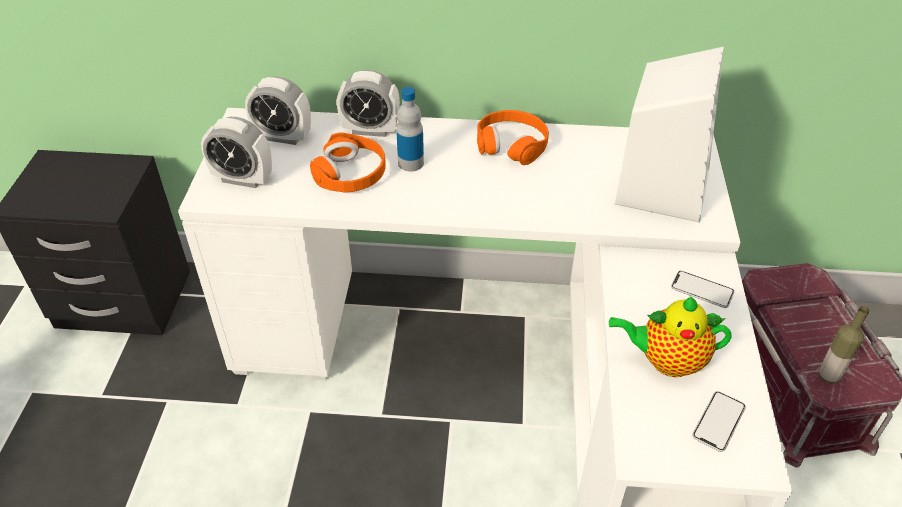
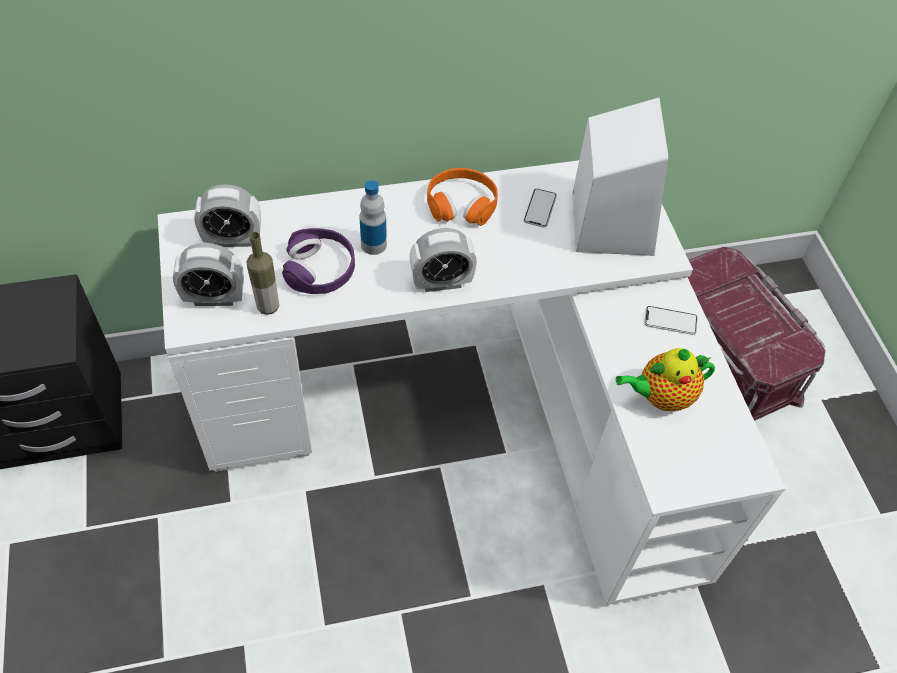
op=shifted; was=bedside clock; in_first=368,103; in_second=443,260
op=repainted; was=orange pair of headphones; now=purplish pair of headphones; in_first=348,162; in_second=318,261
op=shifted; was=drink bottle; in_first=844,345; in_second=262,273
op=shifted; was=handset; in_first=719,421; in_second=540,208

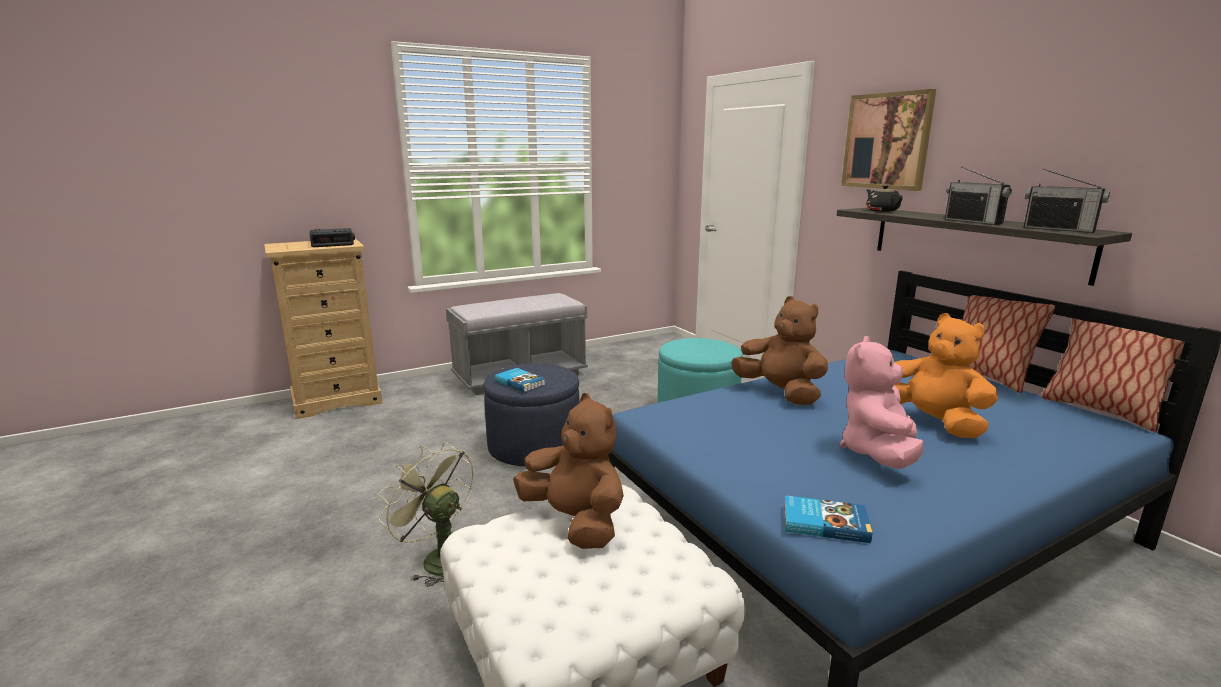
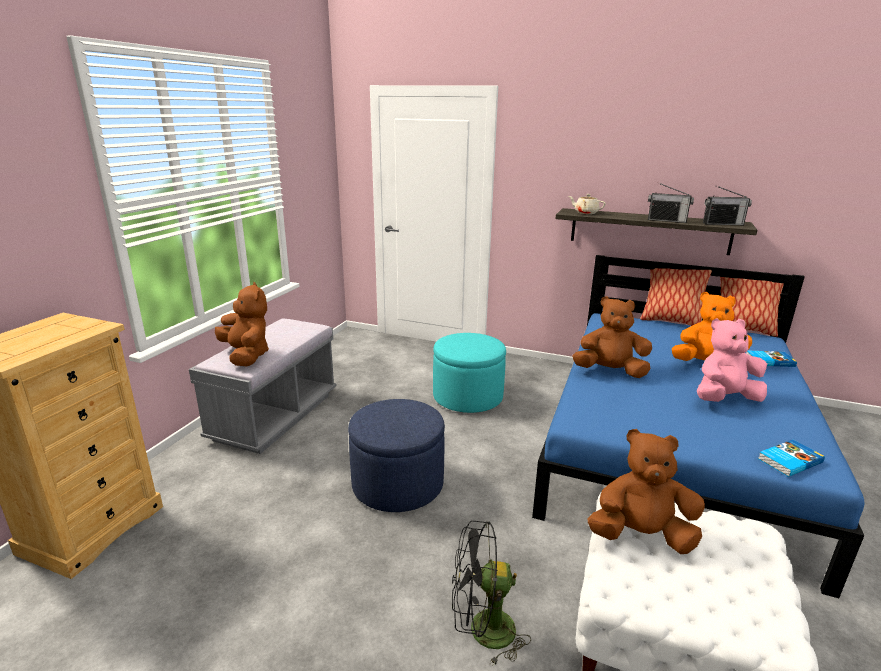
op=gone; was=wall picture; in_first=888,140
op=repainted; was=black-coloured tea pot; now=sand-coloured tea pot; in_first=884,198; in_second=587,204
op=gone; was=bedside clock; in_first=332,237
op=rotated; was=pink-coloured cuddly toy; in_first=882,402; in_second=732,360; clockwise=90
op=shifted; was=bound book; in_first=520,380; in_second=771,359
op=repainted; was=greenish electric fan; now=black-coloured electric fan; in_first=425,515; in_second=491,593
op=new; now=brownish cuddly toy; in_second=242,324

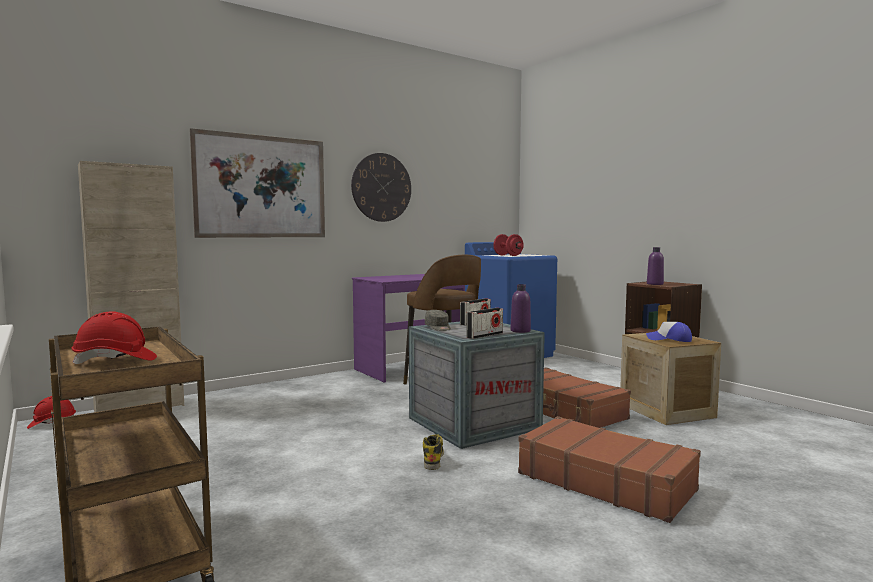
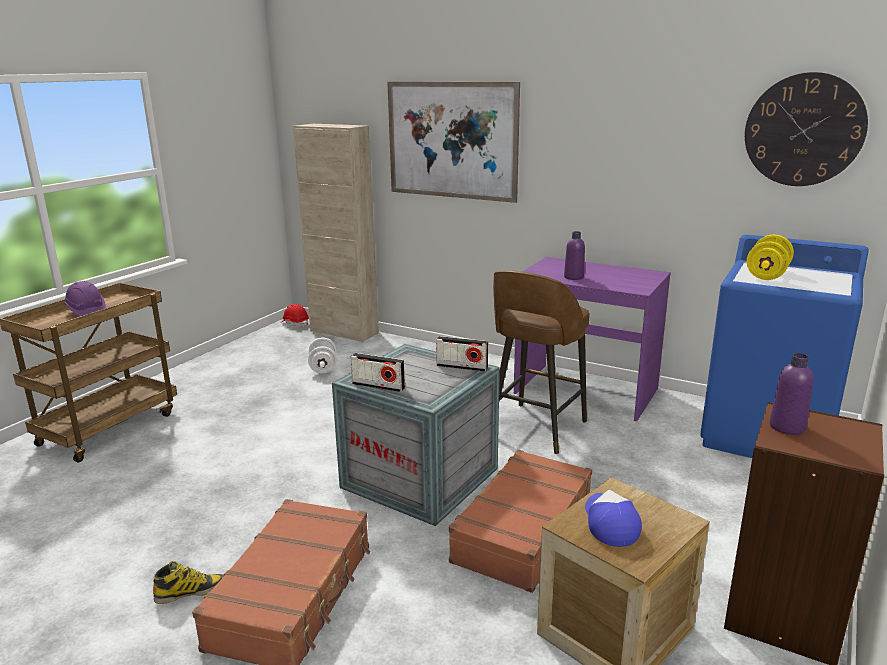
op=shifted; was=wall clock; in_first=381,187; in_second=806,129
op=repainted; was=red dumbbell; now=yellow-coloured dumbbell; in_first=508,245; in_second=770,257
op=shifted; was=purplish drink bottle; in_first=520,308; in_second=574,255
op=gone; was=grey peaked cap; in_first=438,320
op=repainted; was=red hard hat; now=purplish hard hat; in_first=114,337; in_second=85,298
op=shifted; was=boot; in_first=433,452; in_second=188,582
op=new; now=white dumbbell; in_second=322,355

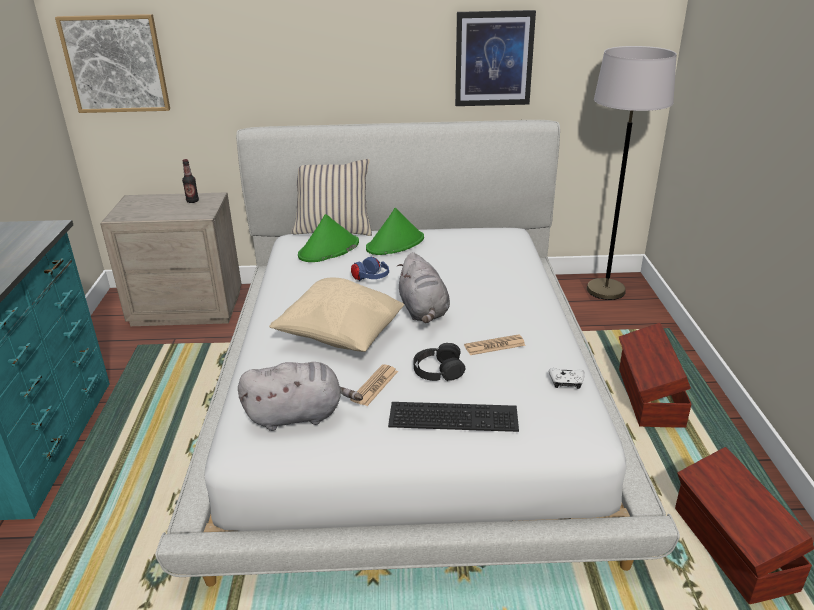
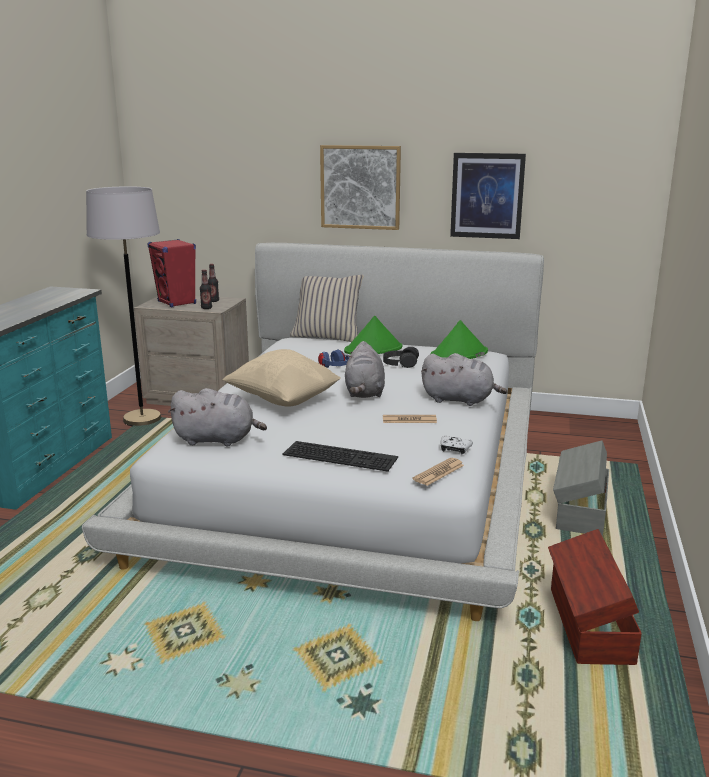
op=shifted; was=wall picture; in_first=112,63; in_second=360,187
op=shifted; was=grey standing lamp; in_first=632,173; in_second=123,306
op=shifted; was=greenish clothing hat; in_first=328,238; in_second=459,339
op=repainted; was=brownish storage container; now=grey storage container; in_first=655,375; in_second=581,488
op=shifted; was=black-coloured pair of headphones; in_first=439,362; in_second=401,357
op=shifted; was=daily paper; in_first=374,385; in_second=438,472
op=new; now=red loudspeaker; in_second=171,273
op=new; now=drink bottle; in_second=206,289
op=new; now=grey cuddly toy; in_second=464,379

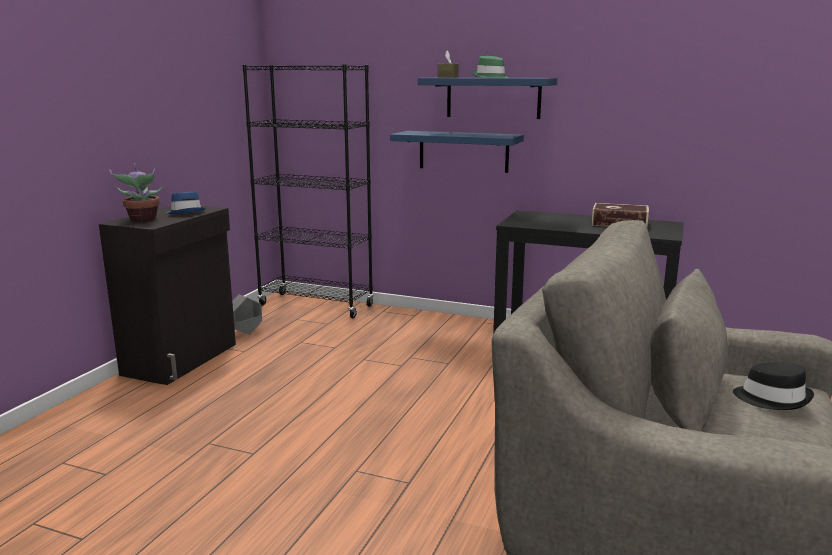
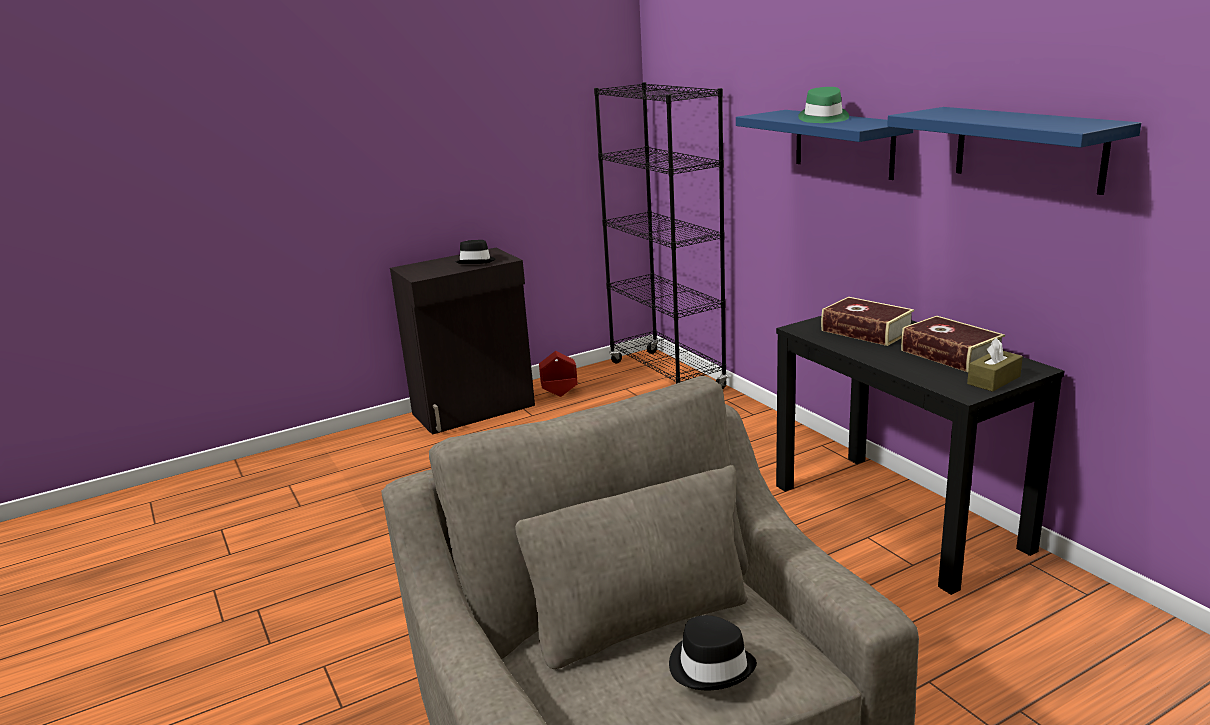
op=shifted; was=brownish box of tissues; in_first=448,64; in_second=995,365
op=shifted; was=blue wall shelf; in_first=457,152; in_second=1014,151
op=gone; was=potted plant; in_first=136,192
op=repainted; was=blue clothing hat; now=black-coloured clothing hat; in_first=186,203; in_second=475,252
op=repainted; was=grey plant pot; now=red plant pot; in_first=247,314; in_second=558,374
op=new; now=bound book; in_second=867,321

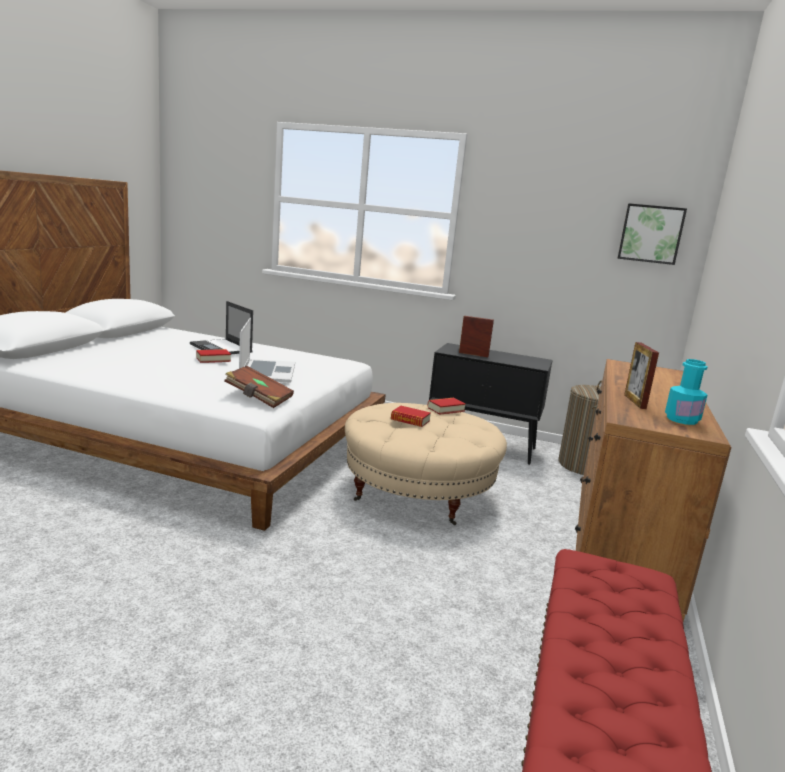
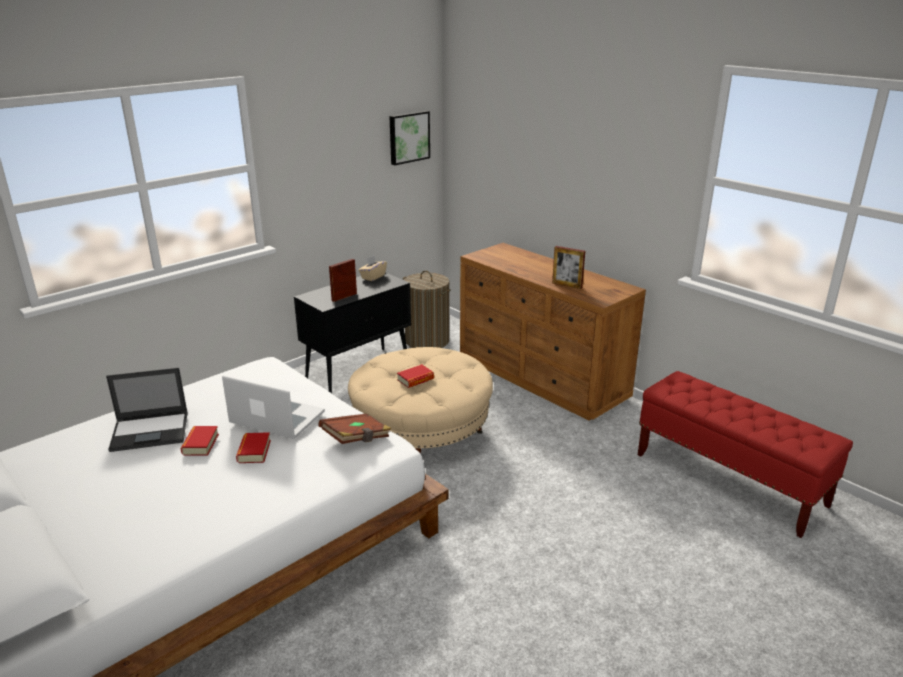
op=gone; was=turquoise-coloured drink bottle; in_first=686,392
op=shifted; was=bound book; in_first=446,406; in_second=253,447
op=new; now=sand-coloured box of tissues; in_second=373,268

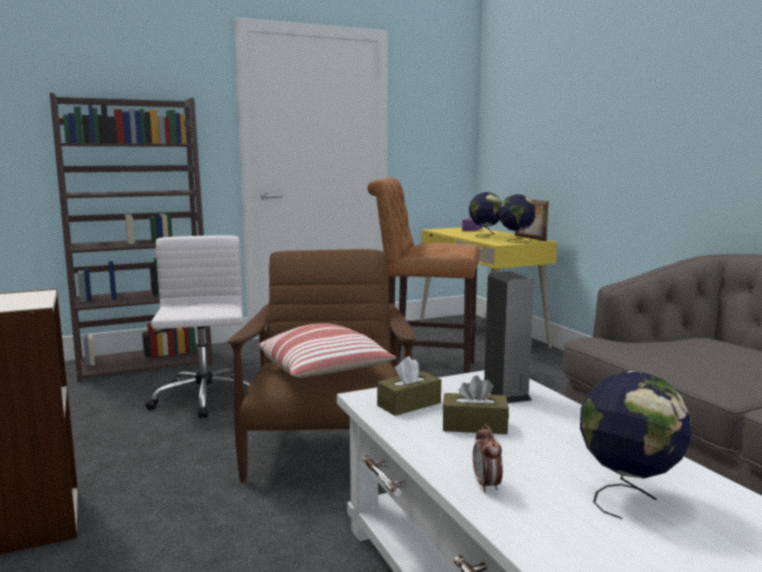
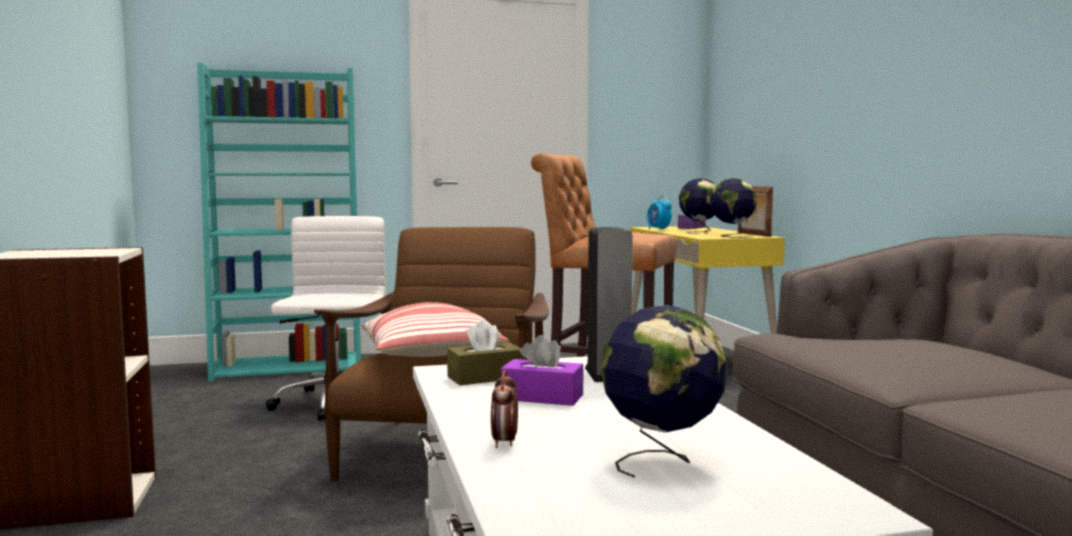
op=repainted; was=brownish bookcase; now=turquoise-coloured bookcase; in_first=131,237; in_second=279,222
op=repainted; was=brownish box of tissues; now=purplish box of tissues; in_first=475,404; in_second=542,370
op=new; now=bedside clock; in_second=659,213

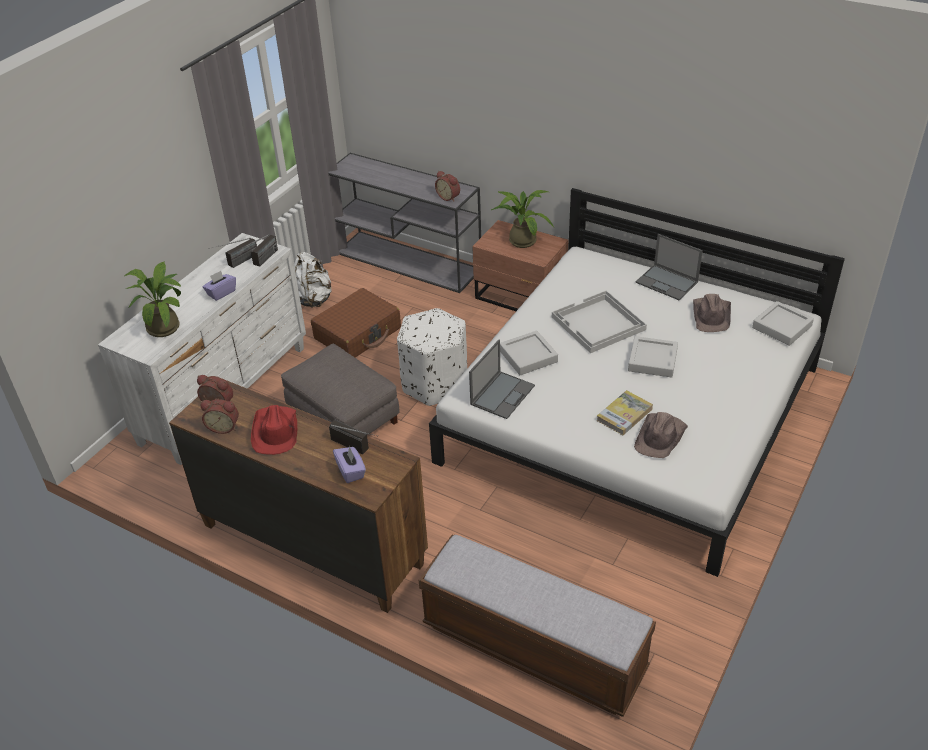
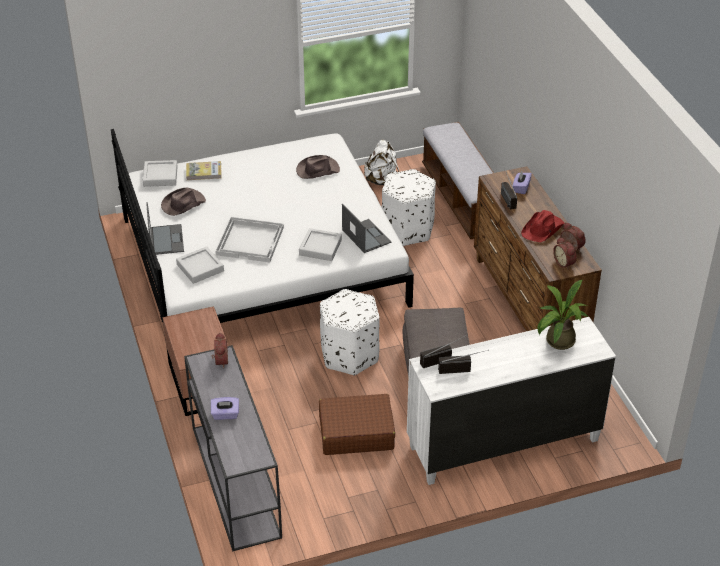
op=gone; was=potted plant; in_first=522,219
op=shifted; was=white knapsack; in_first=312,280; in_second=381,162
op=shifted; was=purplish box of tissues; in_first=219,286; in_second=225,408
op=shifted; was=grey carrying tray; in_first=653,357; in_second=200,265
op=rotated; was=laptop; in_first=502,379; in_second=366,228; clockwise=75
op=shifted; was=bound book; in_first=624,412; in_second=204,170
op=new; now=white ottoman; in_second=409,207

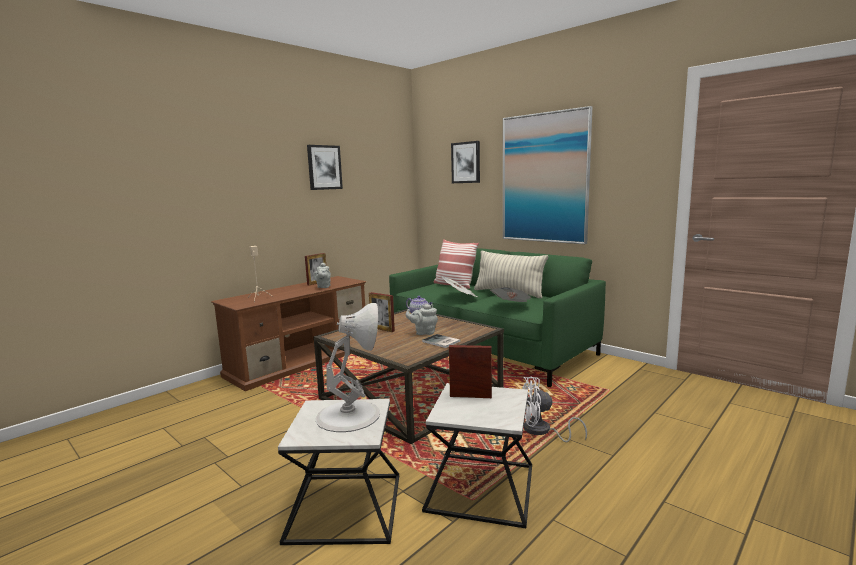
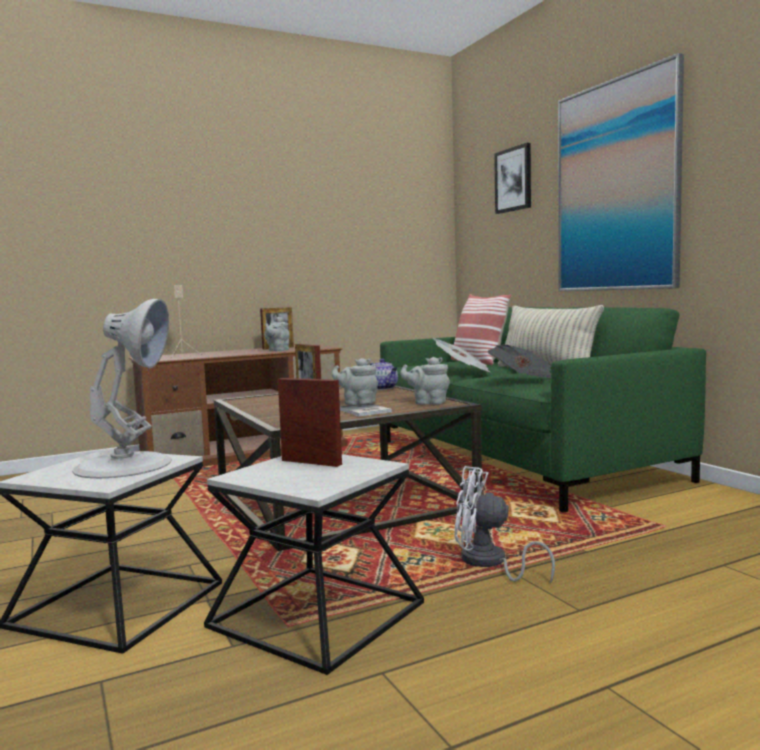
op=gone; was=wall picture; in_first=325,167
op=new; now=grey tea pot; in_second=425,381

